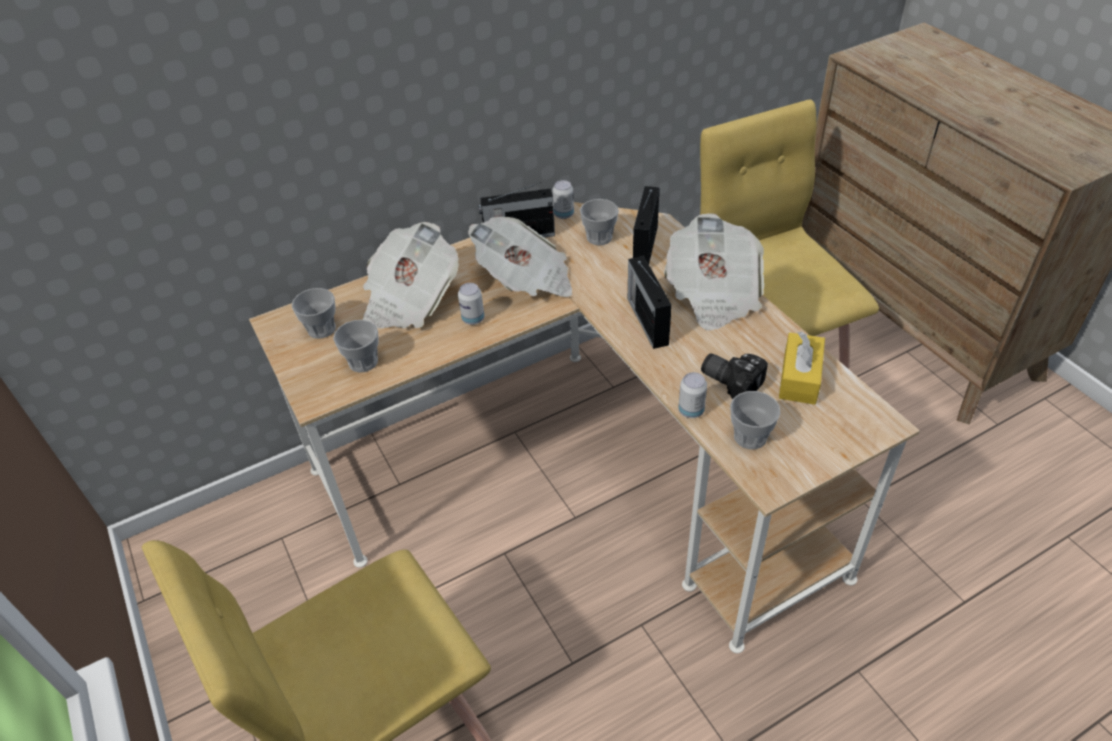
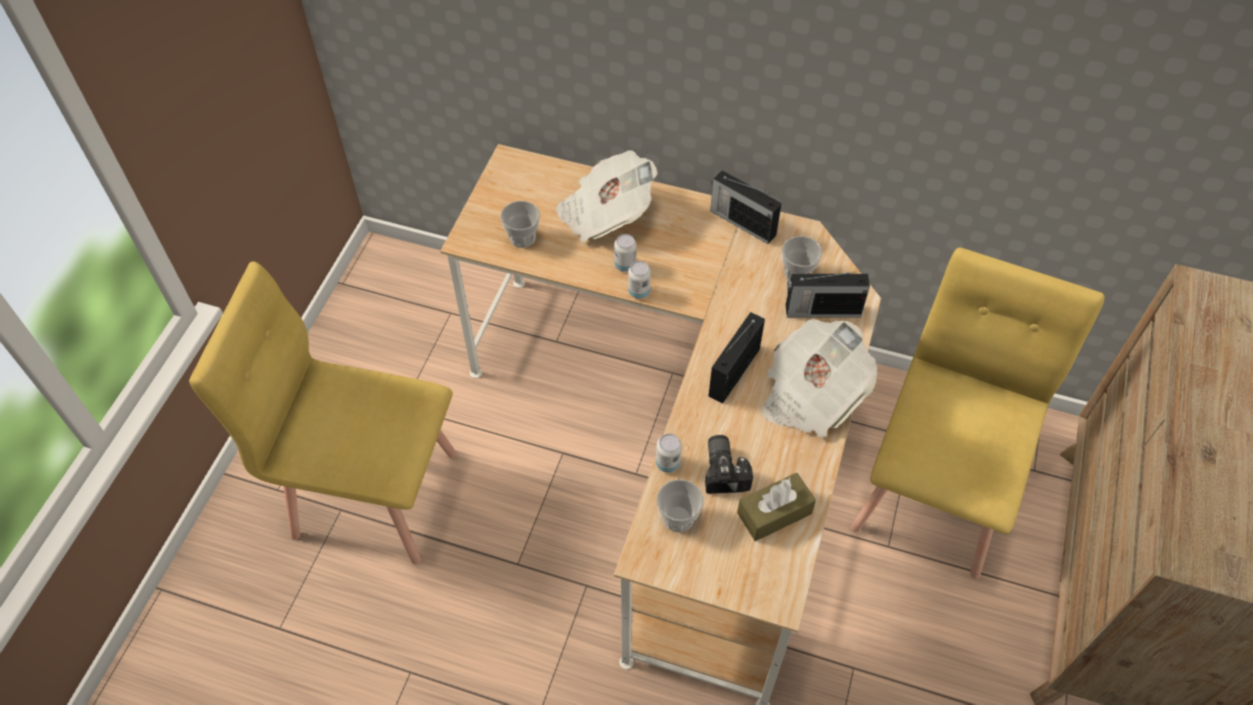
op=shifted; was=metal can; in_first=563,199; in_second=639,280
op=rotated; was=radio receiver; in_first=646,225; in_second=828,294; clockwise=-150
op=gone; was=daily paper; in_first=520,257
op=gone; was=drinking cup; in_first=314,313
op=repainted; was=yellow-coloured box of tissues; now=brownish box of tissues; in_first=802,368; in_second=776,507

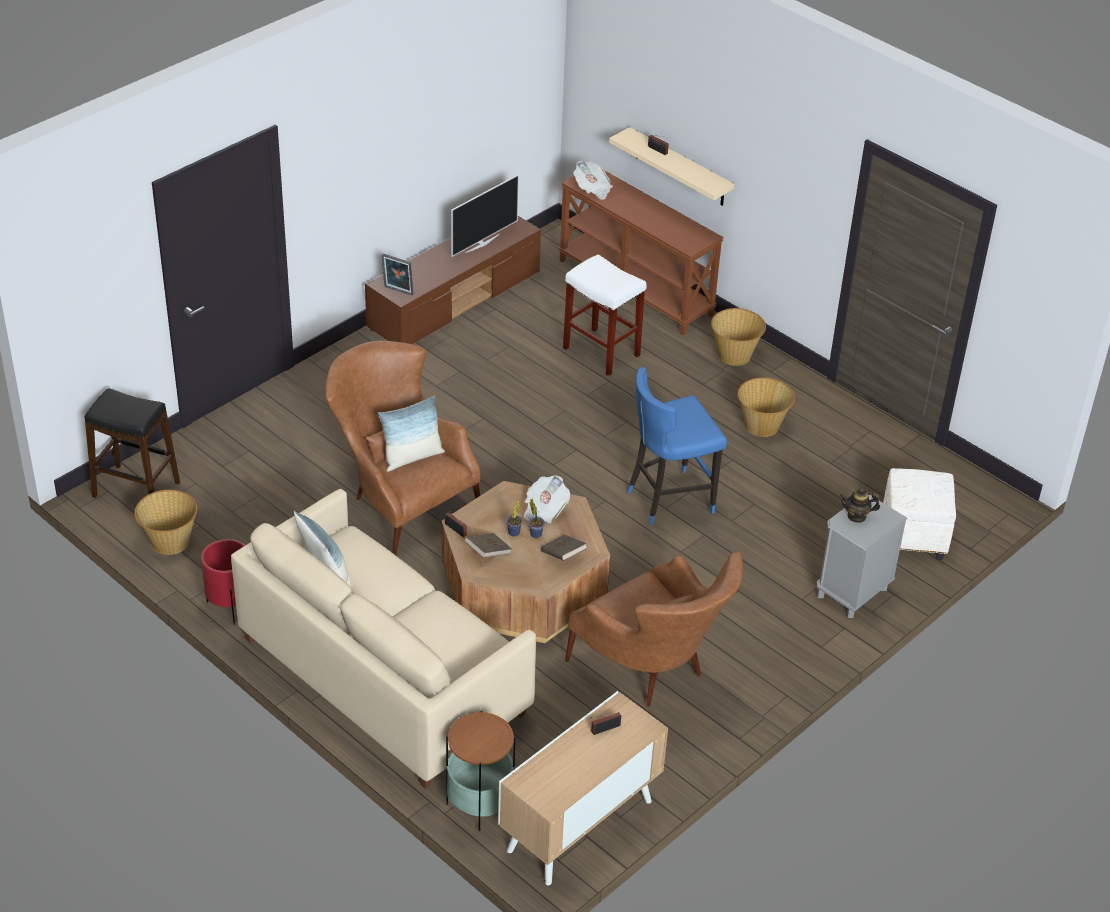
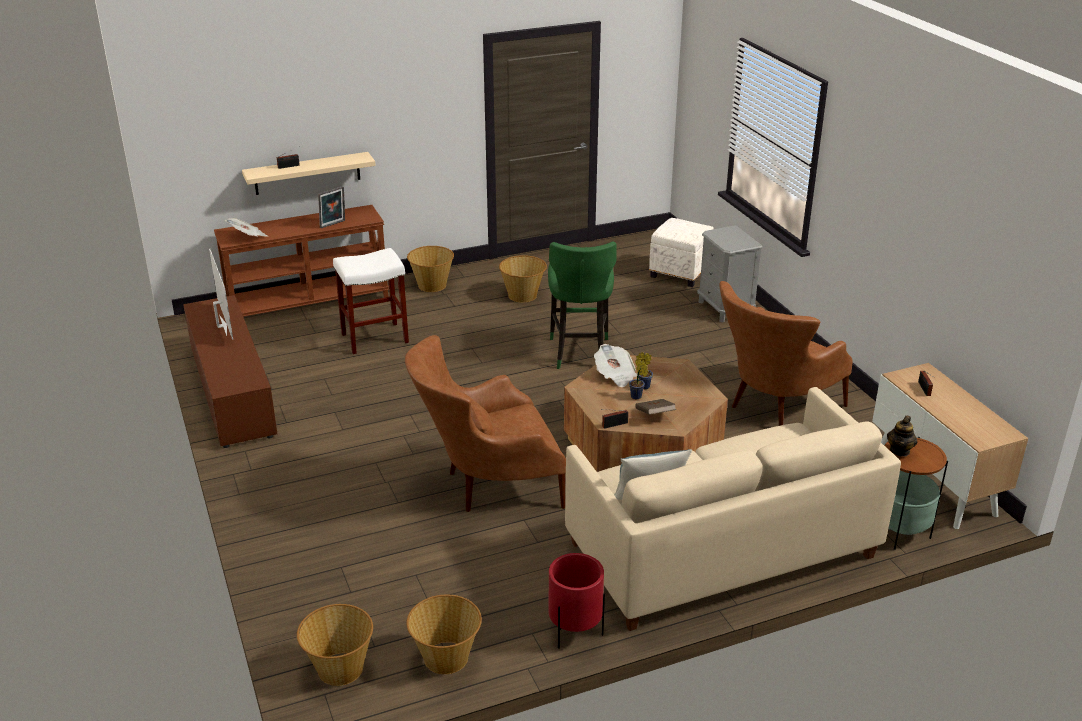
op=shifted; was=picture frame; in_first=397,275; in_second=331,207
op=repainted; was=blue stool; now=greenish stool; in_first=677,446; in_second=582,305
op=swapped; was=black-coloured stool; now=basket; in_first=132,443; in_second=335,645
op=gone; was=throw pillow; in_first=411,434
op=shifted; was=tea pot; in_first=860,505; in_second=902,436
op=gone; was=brownish bound book; in_first=564,547
op=rotated; was=brownish armchair; in_first=654,629; in_second=785,353; clockwise=150

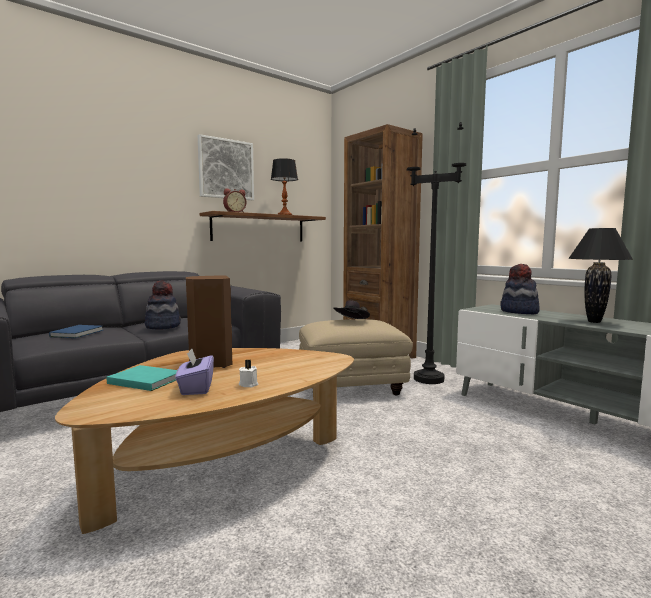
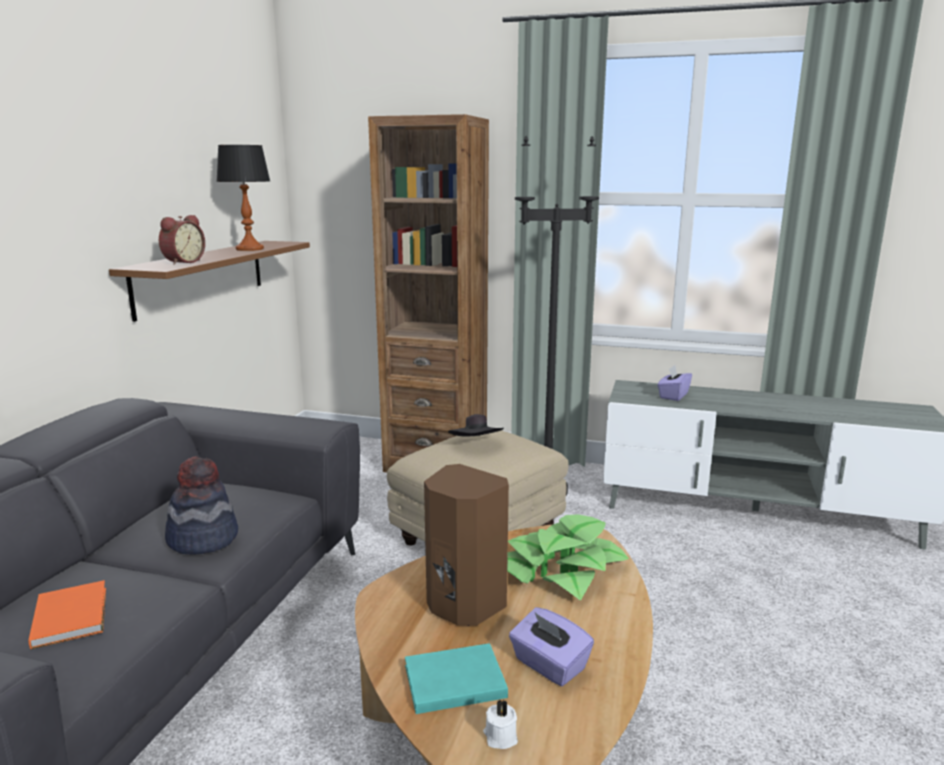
op=gone; was=wall picture; in_first=226,167
op=gone; was=black-coloured lamp for a table; in_first=601,275
op=swapped; was=clothing hat; now=purplish box of tissues; in_first=520,289; in_second=674,383
op=repainted; was=blue bound book; now=orange bound book; in_first=76,331; in_second=67,614
op=shifted; was=white candle; in_first=249,373; in_second=500,724
op=new; now=potted plant; in_second=568,557

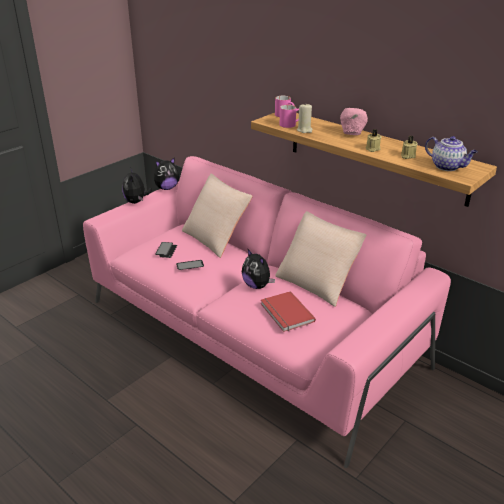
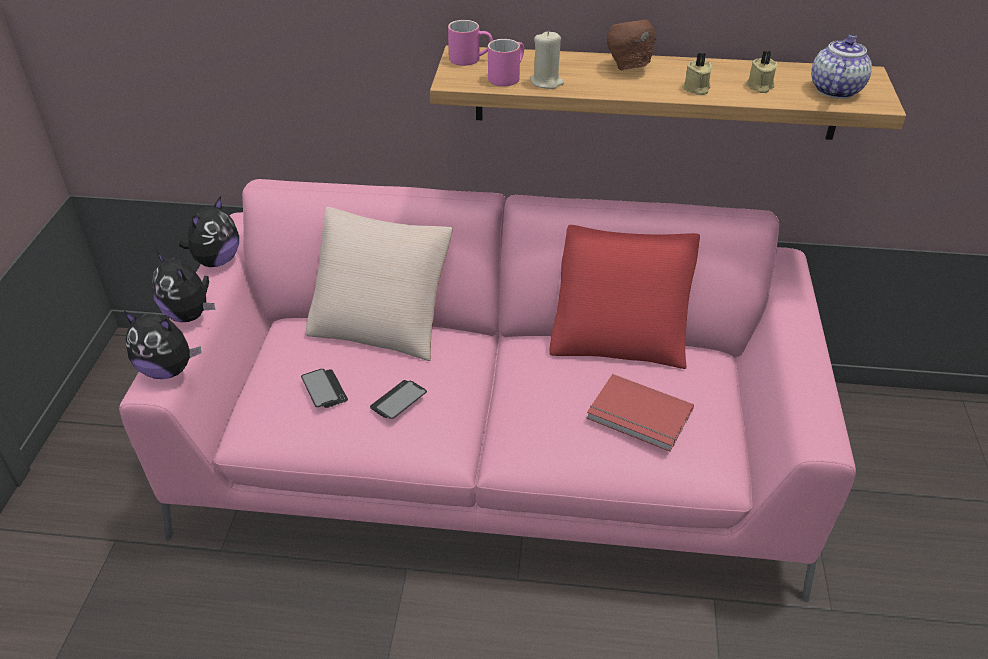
op=repainted; was=pink-coloured serving bowl; now=brownish serving bowl; in_first=354,121; in_second=631,45
op=rotated; was=tea pot; in_first=451,153; in_second=841,66; clockwise=-75
op=repainted; was=sand-coloured throw pillow; now=red throw pillow; in_first=320,259; in_second=624,297
op=shifted; was=cuddly toy; in_first=258,269; in_second=162,345

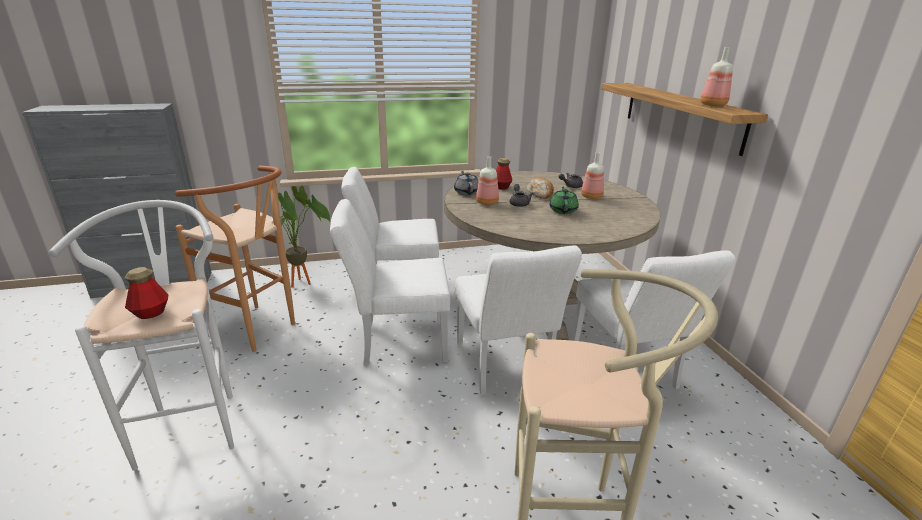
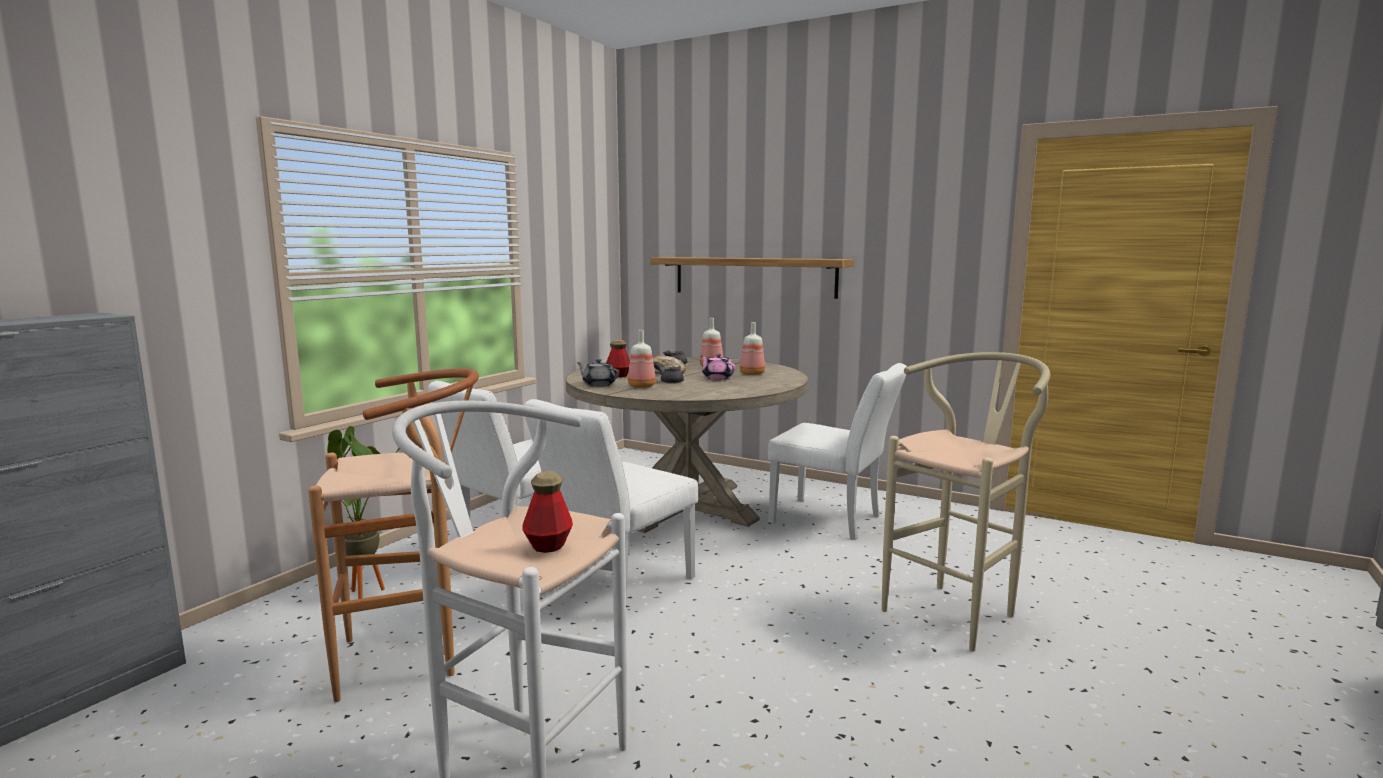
op=shifted; was=drink bottle; in_first=716,76; in_second=752,348
op=repainted; was=greenish tea pot; now=pink-coloured tea pot; in_first=564,200; in_second=718,366
op=gone; was=white upright chair; in_first=518,320

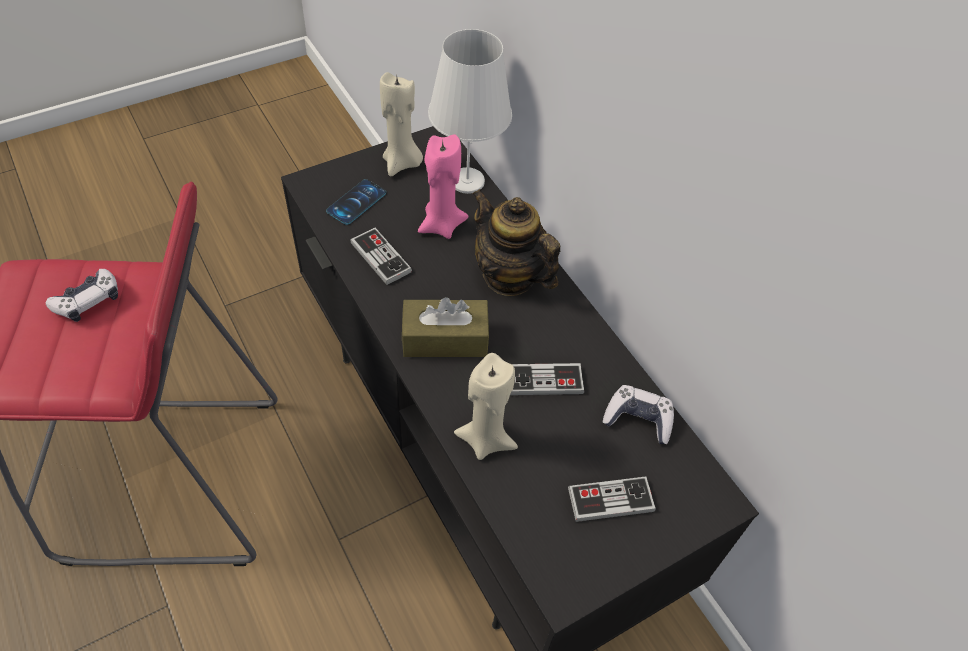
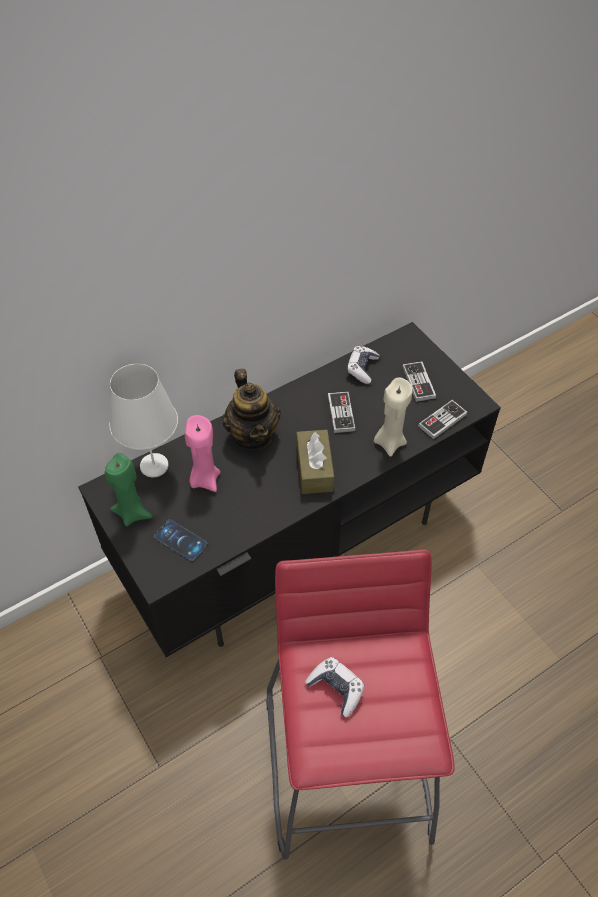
op=repainted; was=sand-coloured candle; now=greenish candle; in_first=401,124; in_second=129,489
op=rotated; was=tea pot; in_first=516,242; in_second=252,409; clockwise=-60
op=shifted; was=gamepad; in_first=381,256; in_second=443,419

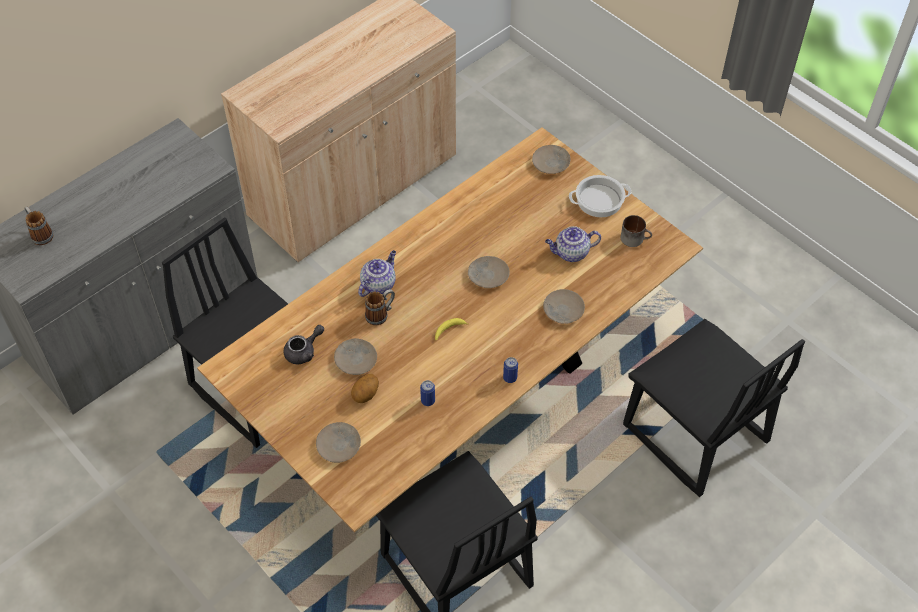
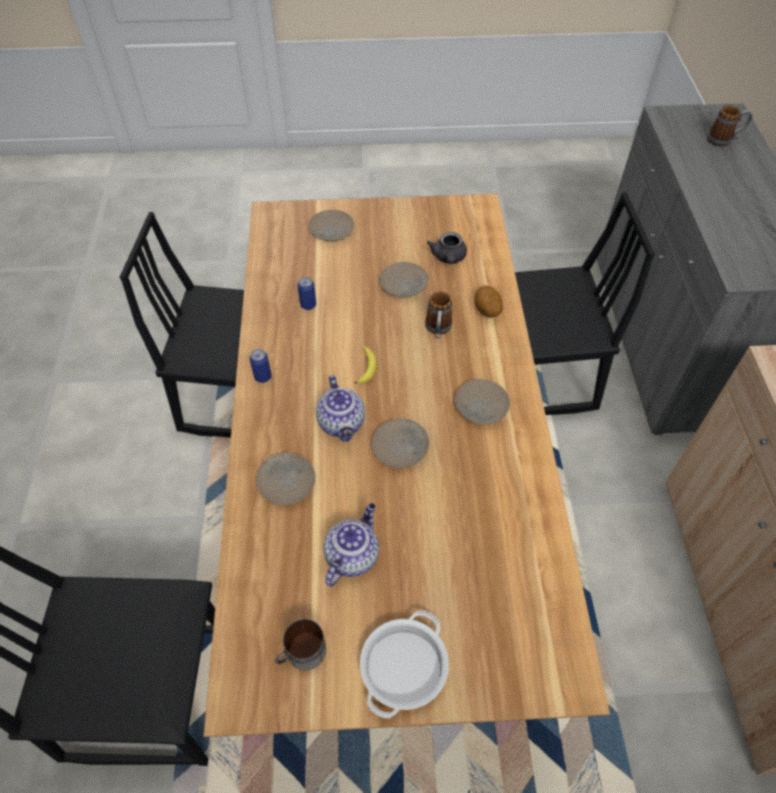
op=shifted; was=sand-coloured plate; in_first=551,159; in_second=482,402
op=shifted; was=tea pot; in_first=377,273; in_second=340,408
op=shifted; was=spud; in_first=365,388; in_second=489,301

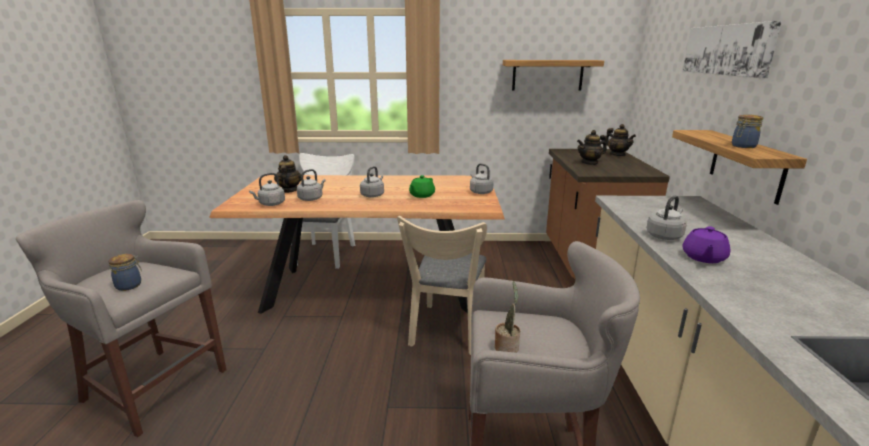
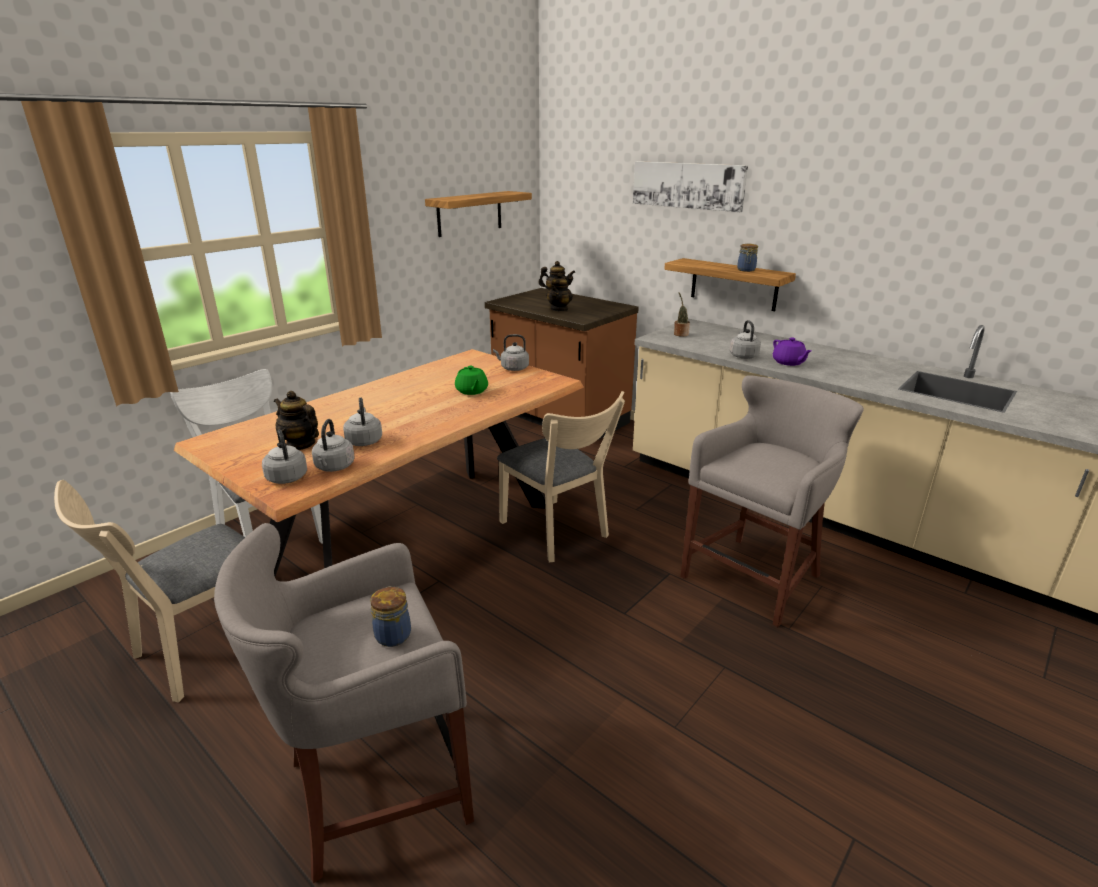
op=shifted; was=grey tea kettle; in_first=372,182; in_second=284,456
op=shifted; was=potted plant; in_first=507,317; in_second=682,314
op=new; now=sand-coloured upright chair; in_second=149,591

